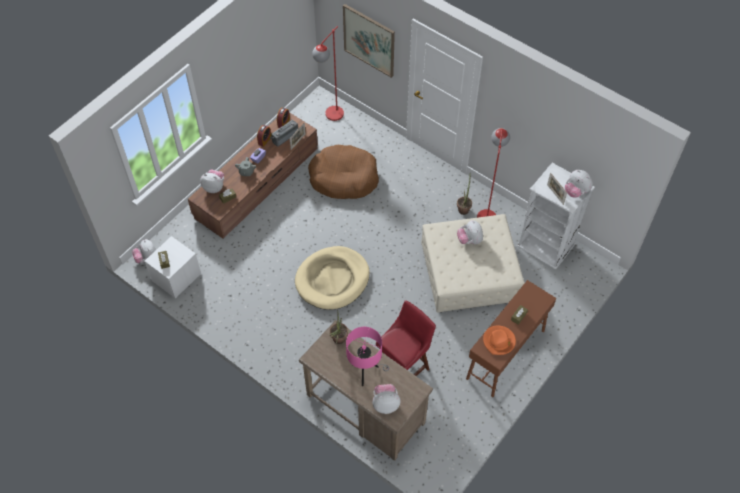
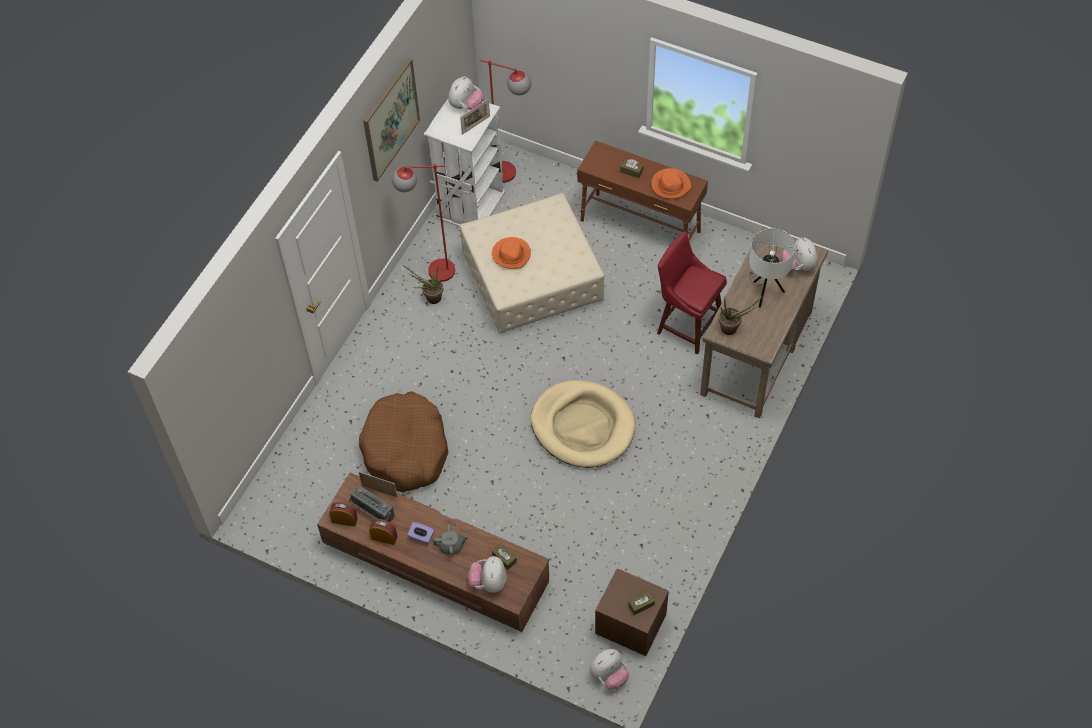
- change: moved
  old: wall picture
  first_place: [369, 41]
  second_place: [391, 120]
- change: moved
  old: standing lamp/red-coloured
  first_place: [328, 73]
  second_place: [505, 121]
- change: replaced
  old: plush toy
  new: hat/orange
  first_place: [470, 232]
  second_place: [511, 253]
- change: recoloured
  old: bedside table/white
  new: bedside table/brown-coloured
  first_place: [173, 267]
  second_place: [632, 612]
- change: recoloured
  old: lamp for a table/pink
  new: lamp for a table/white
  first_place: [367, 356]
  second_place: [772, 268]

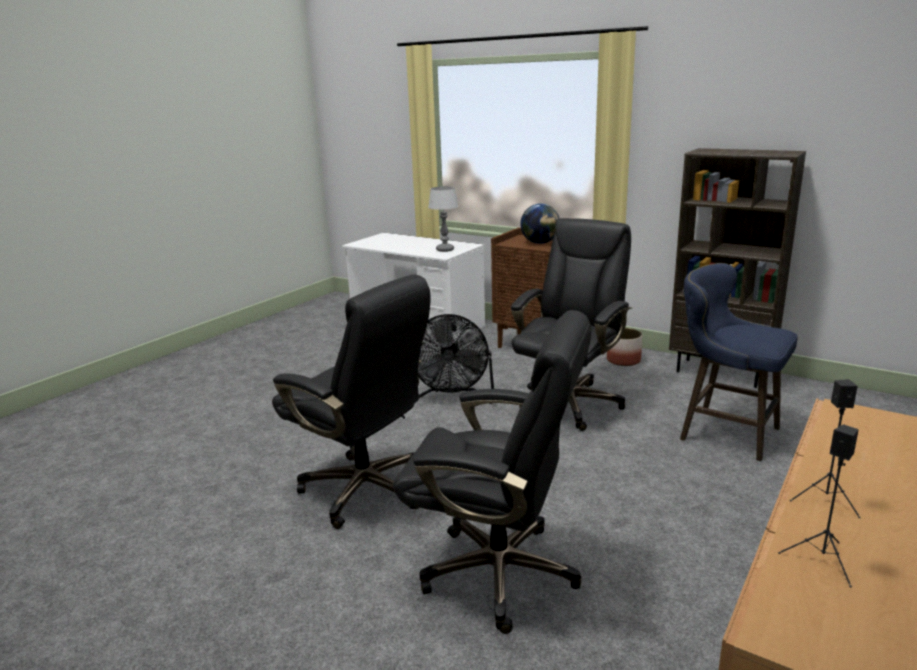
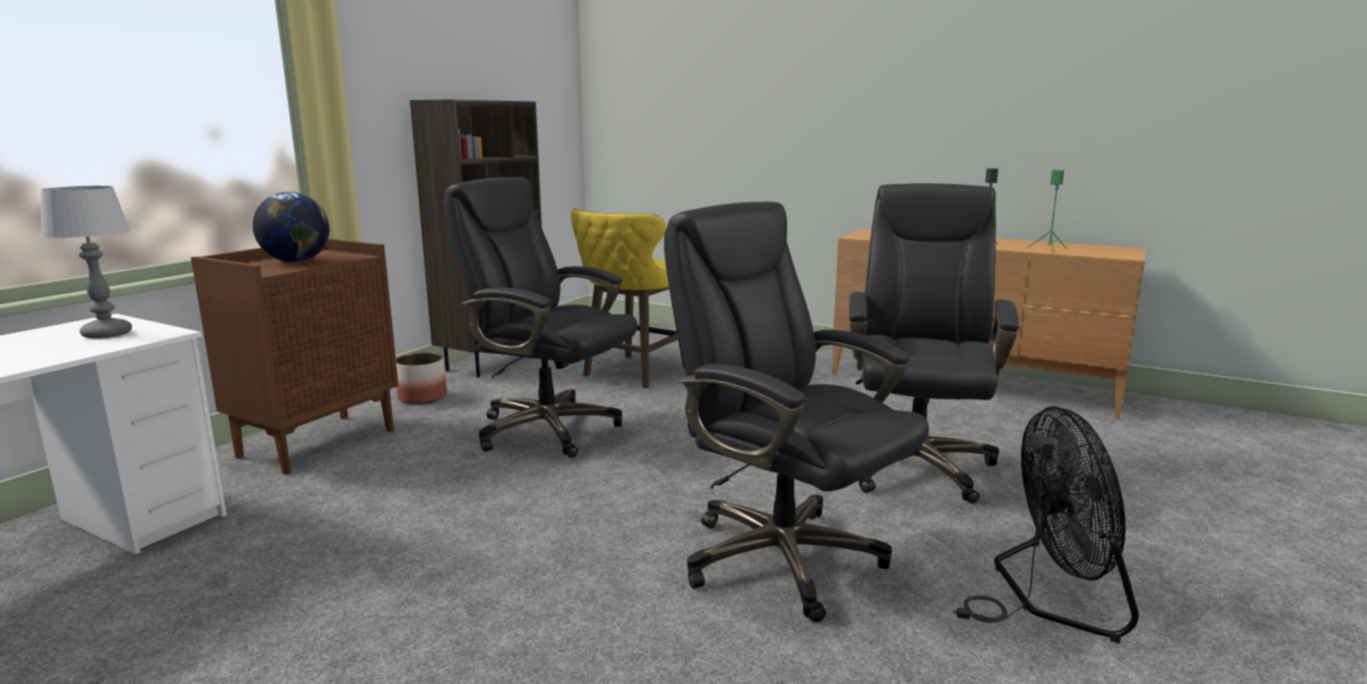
- change: recoloured
  old: stool seat/blue-coloured
  new: stool seat/yellow-coloured
  first_place: [739, 362]
  second_place: [628, 298]
- change: turned
  old: office chair/blackish
  first_place: [351, 401]
  second_place: [796, 411]
  degrees: -75
- change: moved
  old: fan/blackish
  first_place: [456, 359]
  second_place: [1045, 525]
- change: recoloured
  old: speaker/blackish
  new: speaker/green-coloured
  first_place: [818, 506]
  second_place: [1047, 210]

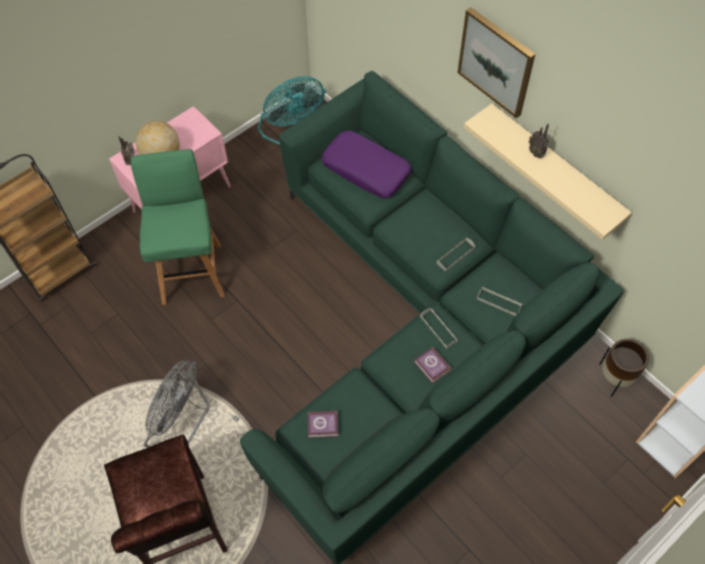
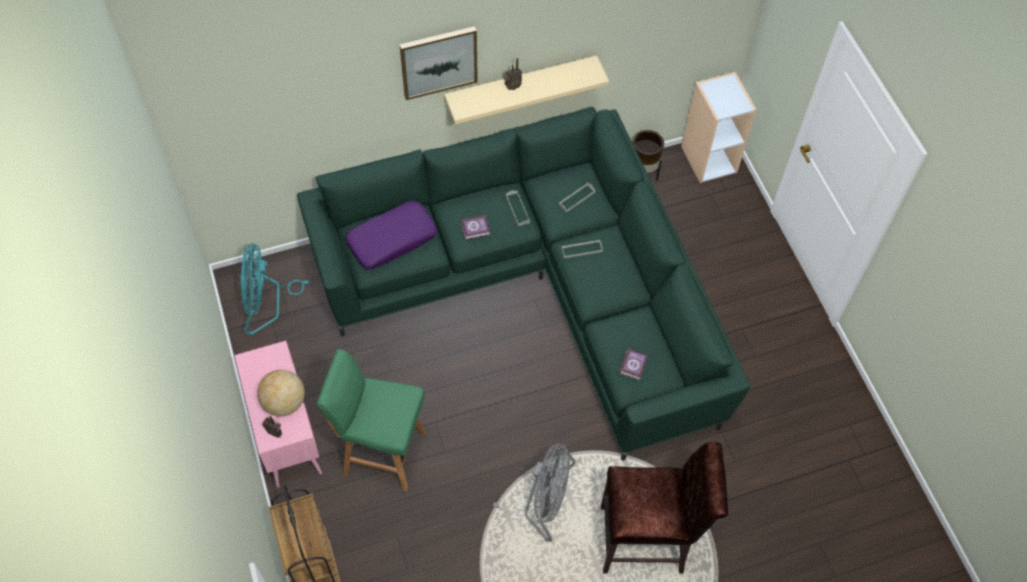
- change: moved
  old: volume
  first_place: [432, 365]
  second_place: [475, 227]
- change: turned
  old: fan/gray
  first_place: [192, 404]
  second_place: [534, 492]
  degrees: -120

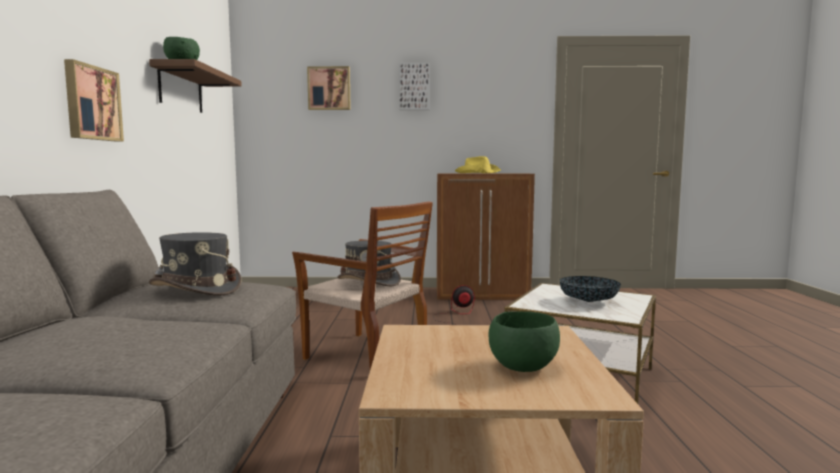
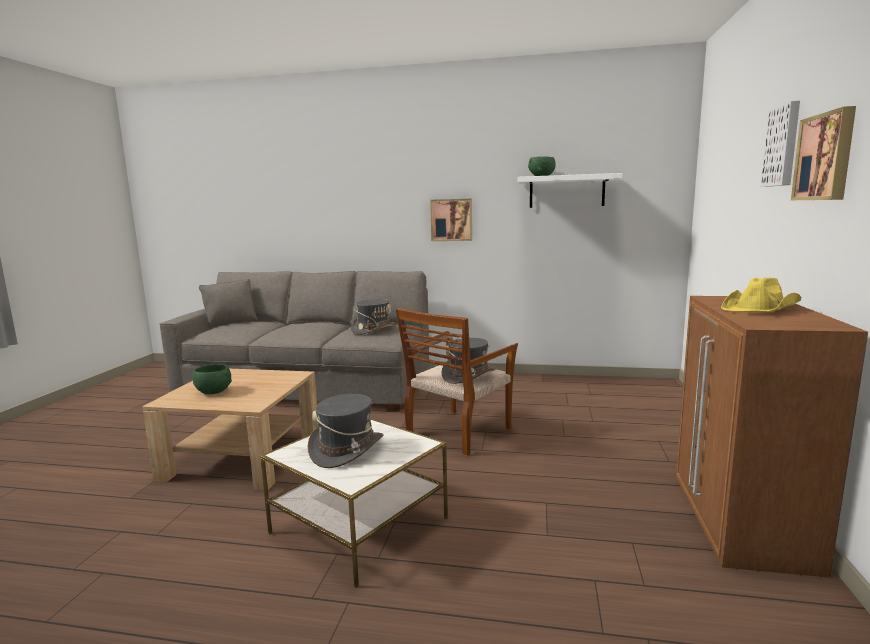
- change: recoloured
  old: bracket shelf/brown-coloured
  new: bracket shelf/white
  first_place: [195, 86]
  second_place: [570, 190]
- change: moved
  old: wall picture
  first_place: [329, 88]
  second_place: [823, 153]
- change: replaced
  old: bowl
  new: hat/gray
  first_place: [590, 289]
  second_place: [346, 431]
- change: removed
  old: fan
  first_place: [454, 304]

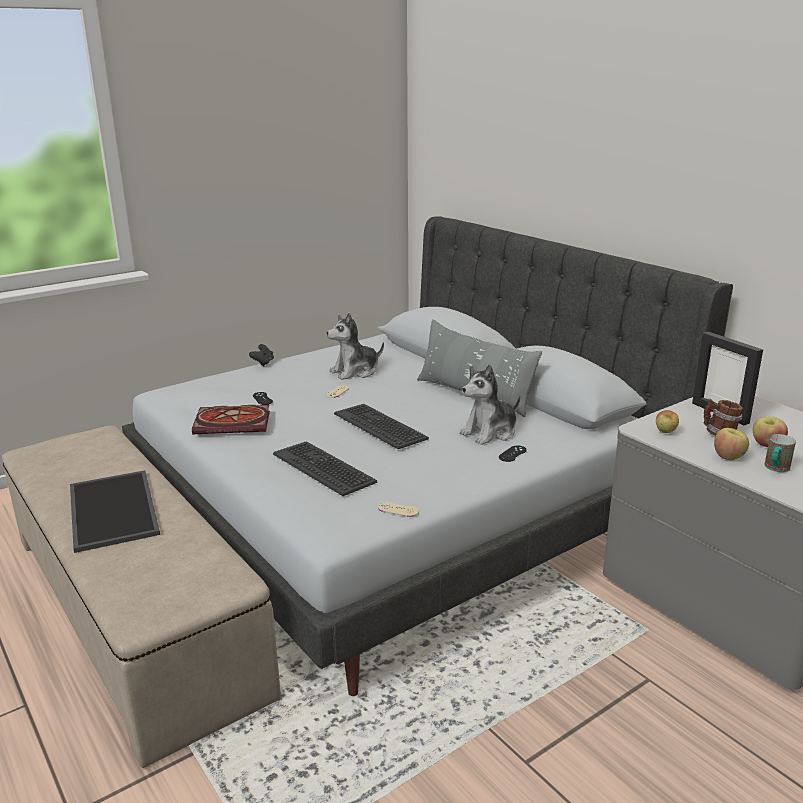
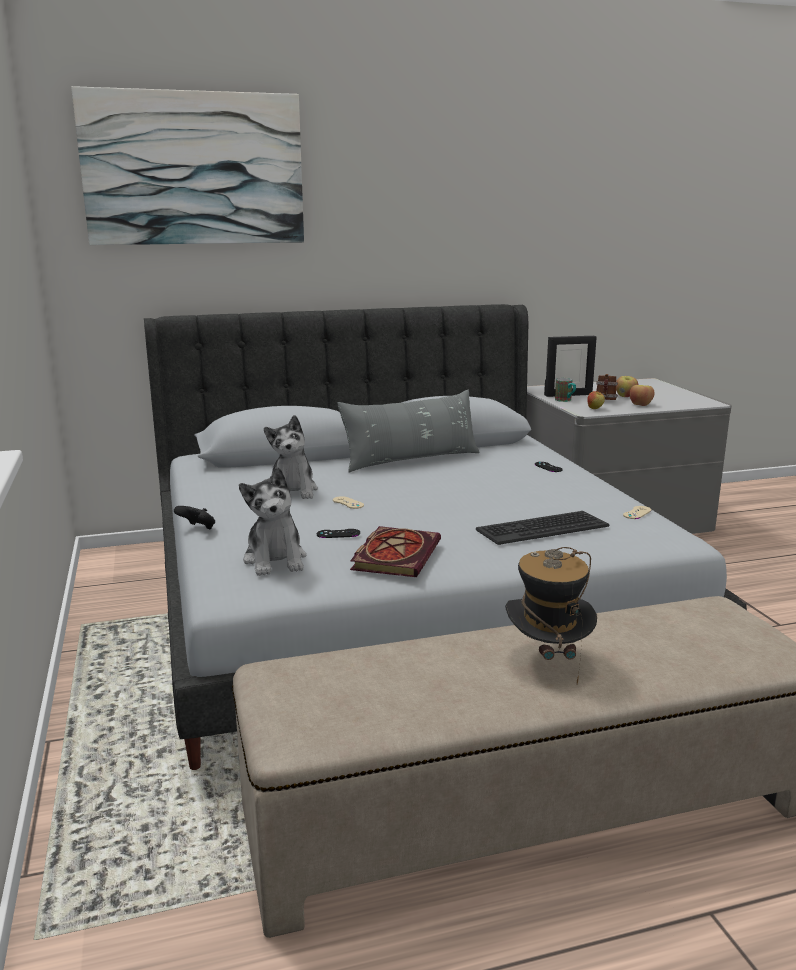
- change: moved
  old: plush toy
  first_place: [489, 404]
  second_place: [272, 521]
- change: removed
  old: keyboard
  first_place: [381, 426]
- change: moved
  old: mug
  first_place: [780, 453]
  second_place: [565, 390]
- change: replaced
  old: serving tray
  new: hat
  first_place: [115, 511]
  second_place: [551, 615]
- change: added
  new: wall picture
  second_place: [187, 165]

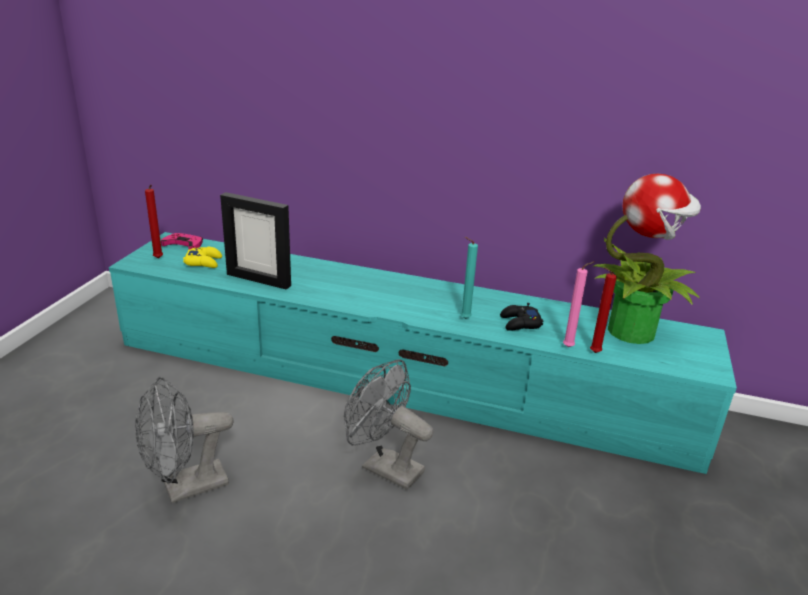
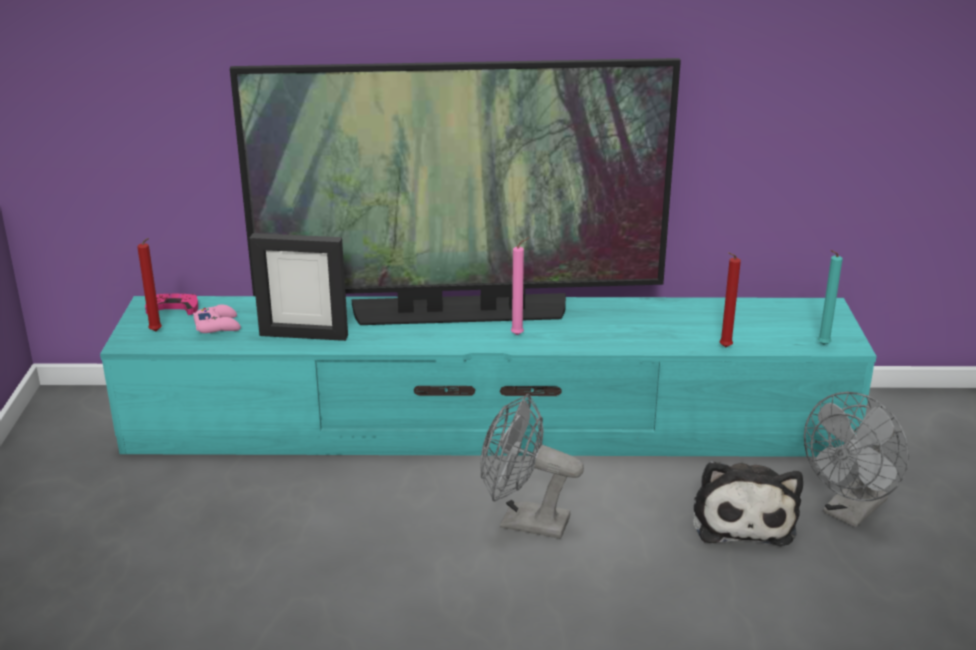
- change: removed
  old: houseplant
  first_place: [646, 259]
- change: moved
  old: candle/turquoise-coloured
  first_place: [469, 278]
  second_place: [830, 297]
- change: recoloured
  old: gamepad/yellow-coloured
  new: gamepad/pink
  first_place: [202, 257]
  second_place: [217, 319]
- change: moved
  old: candle/pink
  first_place: [579, 304]
  second_place: [520, 286]
- change: removed
  old: gamepad/blackish
  first_place: [521, 317]
- change: moved
  old: fan/gray
  first_place: [184, 440]
  second_place: [856, 459]
- change: added
  new: TV set
  second_place: [455, 191]
- change: added
  new: plush toy
  second_place: [748, 503]

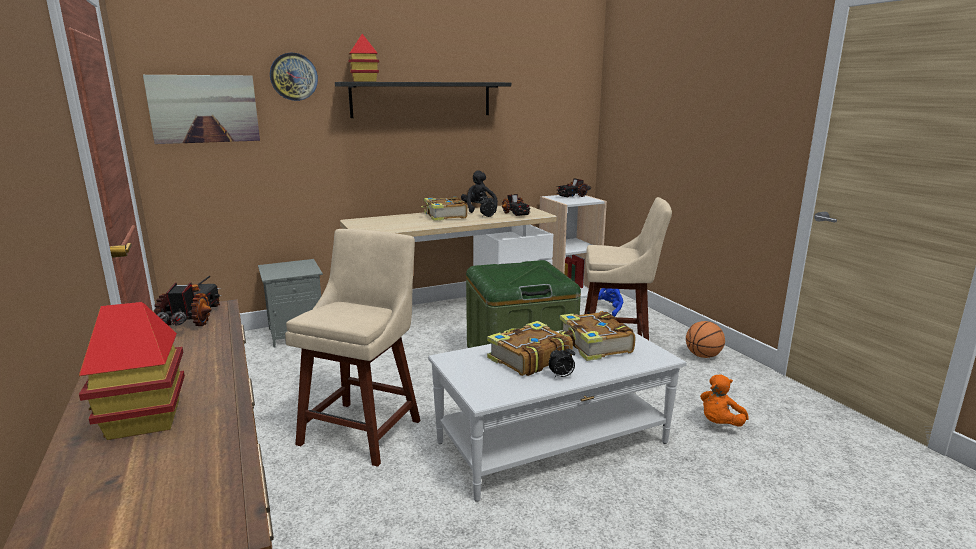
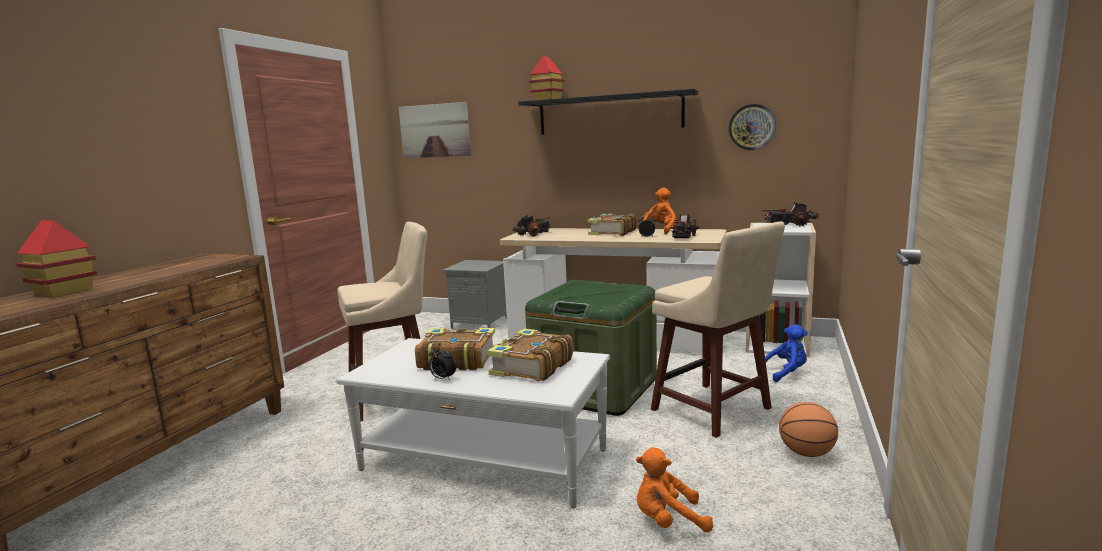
- change: moved
  old: clock on the wall
  first_place: [294, 77]
  second_place: [752, 127]
- change: recoloured
  old: plush toy/blackish
  new: plush toy/orange
  first_place: [479, 191]
  second_place: [659, 211]
- change: moved
  old: model truck
  first_place: [188, 301]
  second_place: [532, 225]

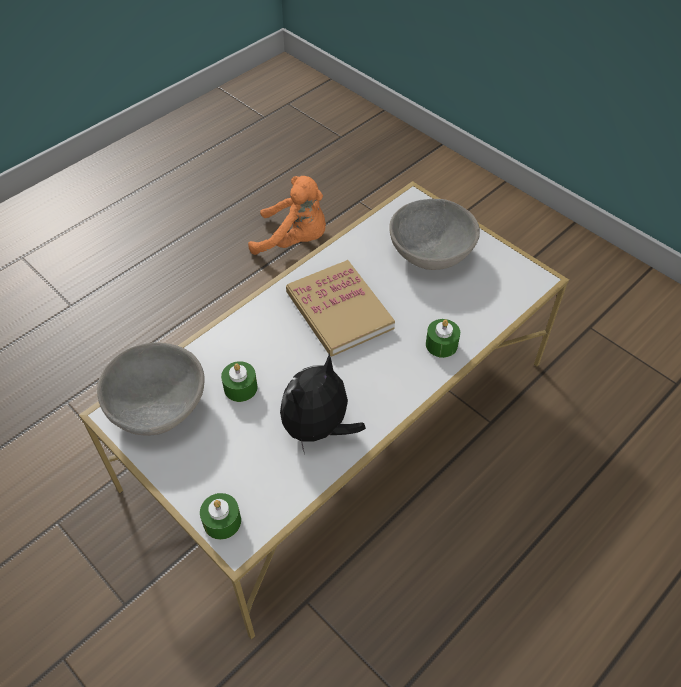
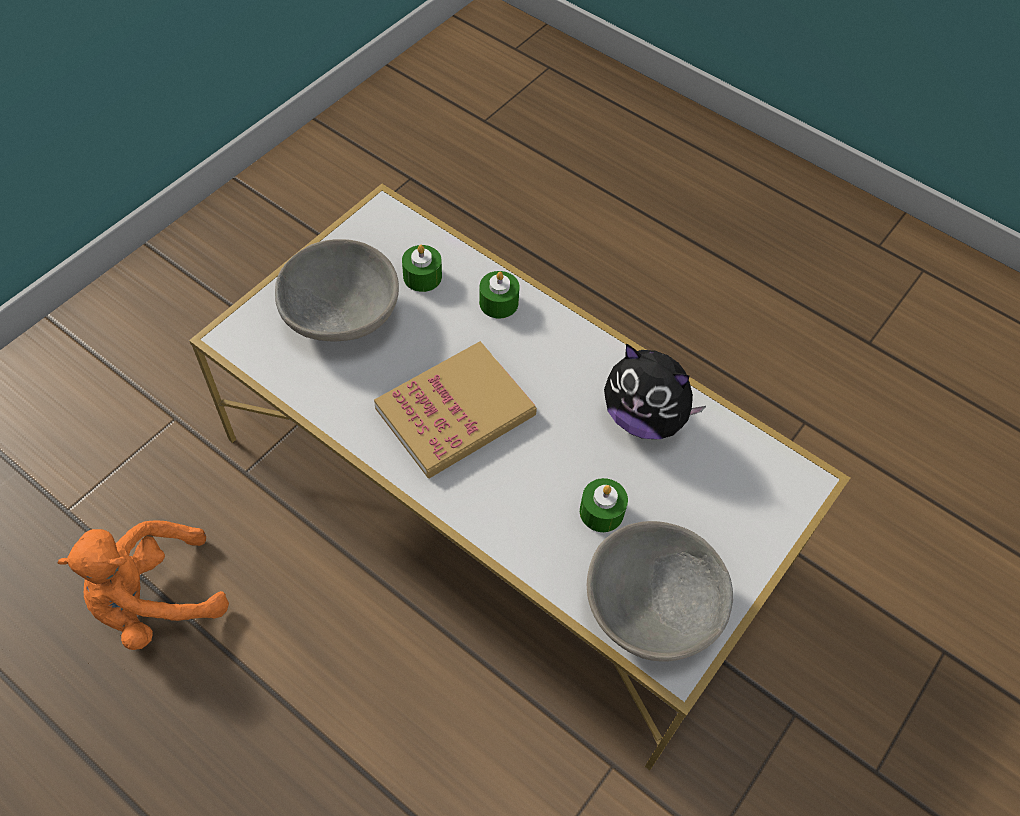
- change: turned
  old: plush toy/orange
  first_place: [287, 215]
  second_place: [143, 585]
  degrees: -120
- change: moved
  old: candle/green-coloured
  first_place: [220, 516]
  second_place: [422, 268]

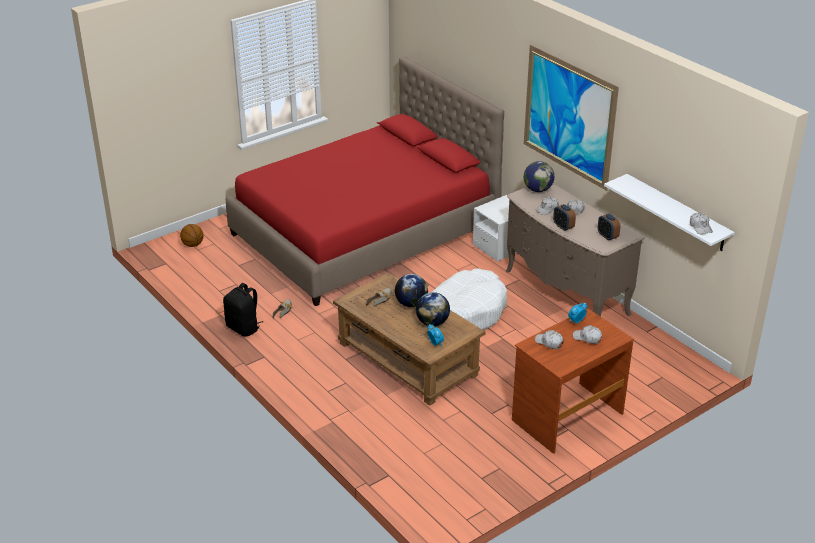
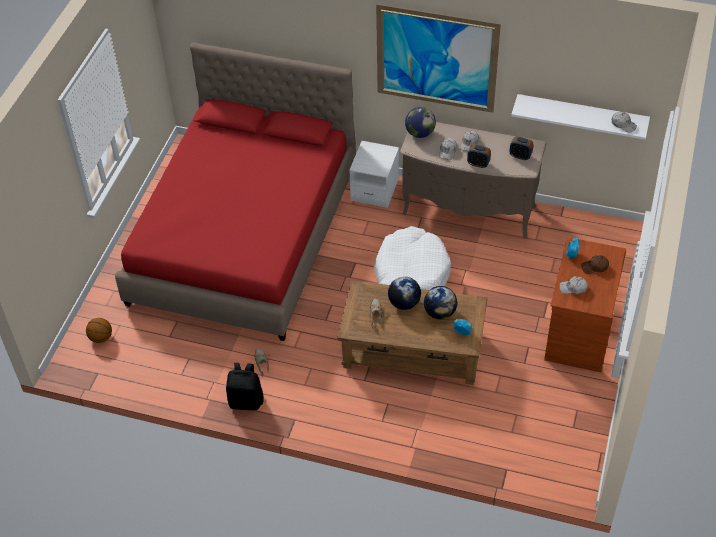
- change: recoloured
  old: peaked cap/white
  new: peaked cap/brown-coloured
  first_place: [587, 334]
  second_place: [595, 264]

